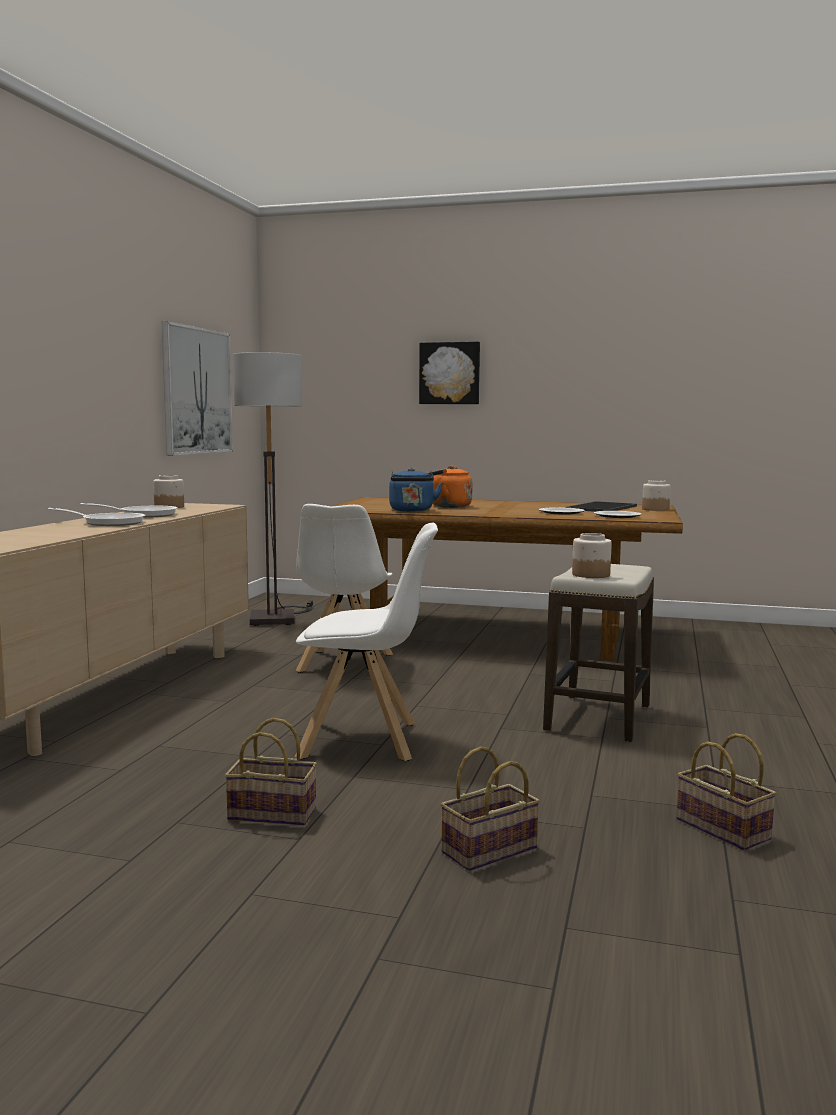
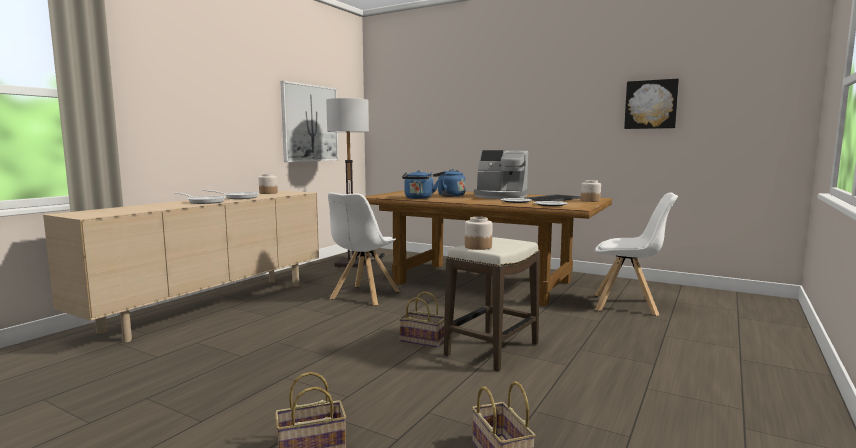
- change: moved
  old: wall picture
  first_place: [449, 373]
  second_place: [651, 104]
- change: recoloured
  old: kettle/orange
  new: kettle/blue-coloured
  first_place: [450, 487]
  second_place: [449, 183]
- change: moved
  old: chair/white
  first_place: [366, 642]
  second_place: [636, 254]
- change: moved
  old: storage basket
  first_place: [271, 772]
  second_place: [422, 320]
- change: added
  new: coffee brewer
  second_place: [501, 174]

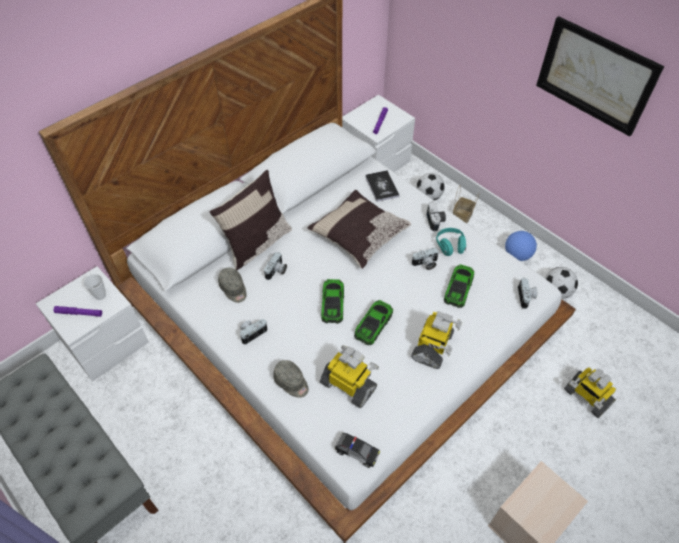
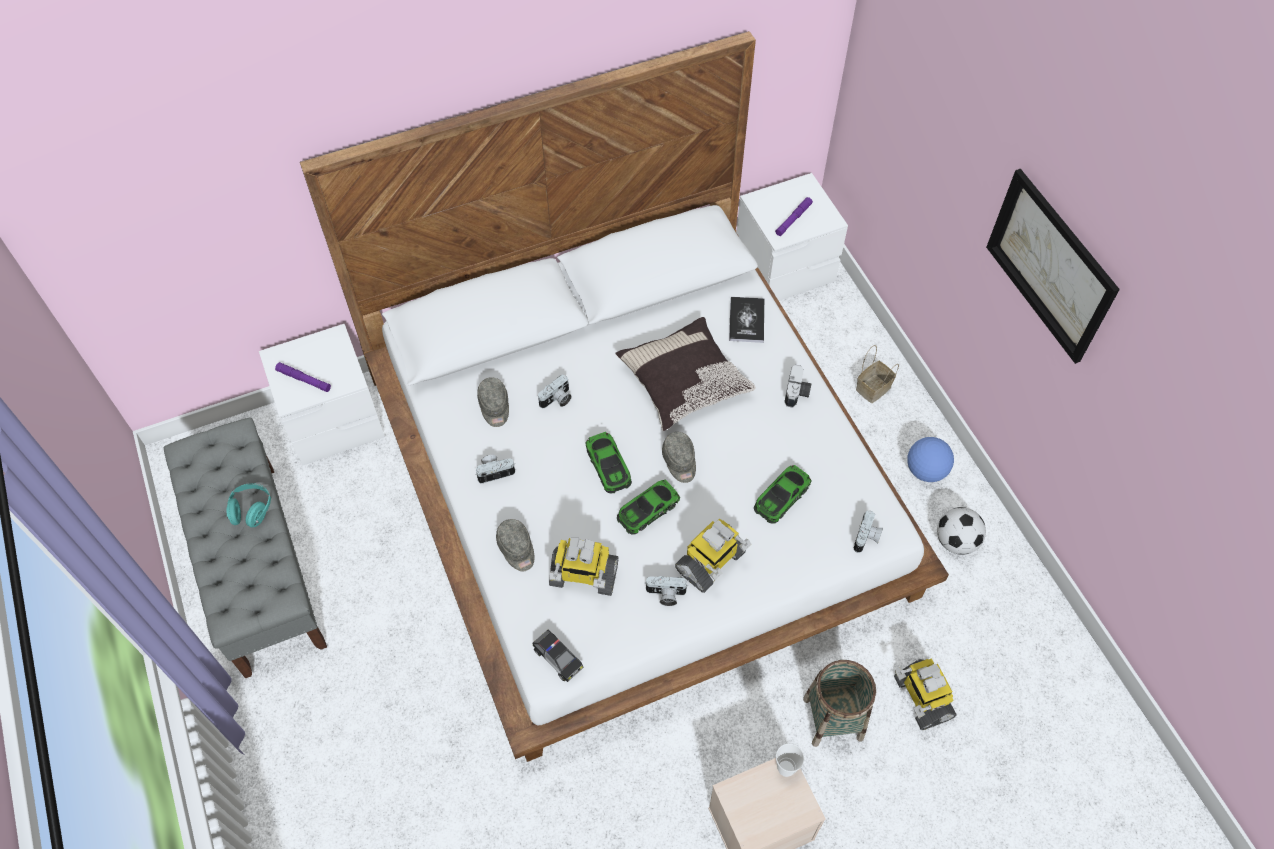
- change: removed
  old: cushion
  first_place: [251, 220]
- change: removed
  old: football
  first_place: [430, 186]
- change: moved
  old: headset/turquoise-coloured
  first_place: [451, 242]
  second_place: [248, 505]
- change: moved
  old: still camera
  first_place: [425, 259]
  second_place: [666, 591]
- change: moved
  old: drinking cup
  first_place: [95, 287]
  second_place: [790, 760]
- change: turned
  old: model car
  first_place: [332, 301]
  second_place: [609, 462]
  degrees: -45
- change: turned
  old: toy robot
  first_place: [349, 376]
  second_place: [584, 567]
  degrees: 135
- change: added
  new: peaked cap/gray
  second_place: [679, 457]
- change: added
  new: storage basket
  second_place: [839, 703]

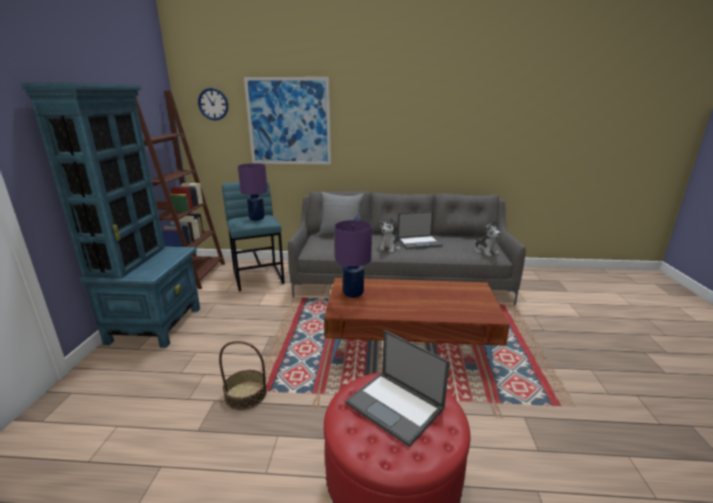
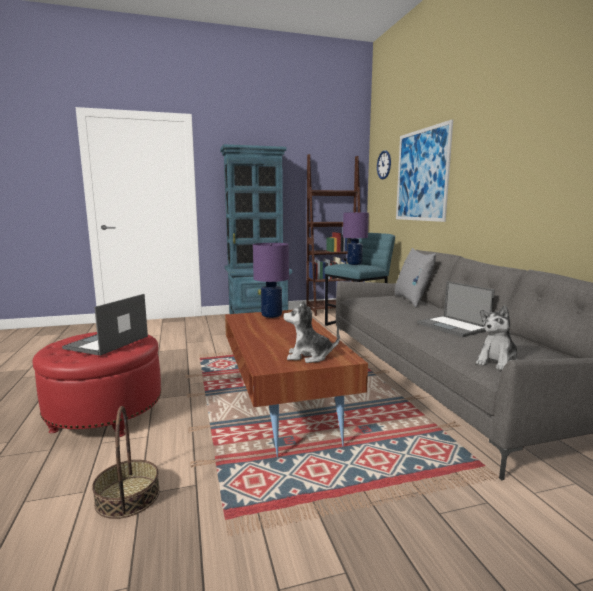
- change: moved
  old: plush toy
  first_place: [389, 235]
  second_place: [311, 331]
- change: moved
  old: storage basket
  first_place: [243, 375]
  second_place: [126, 462]

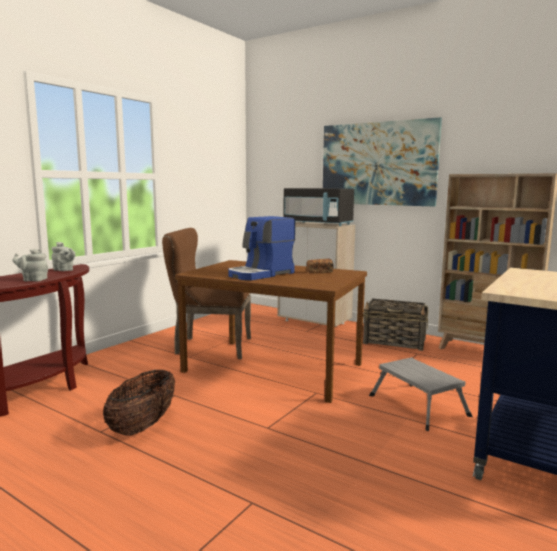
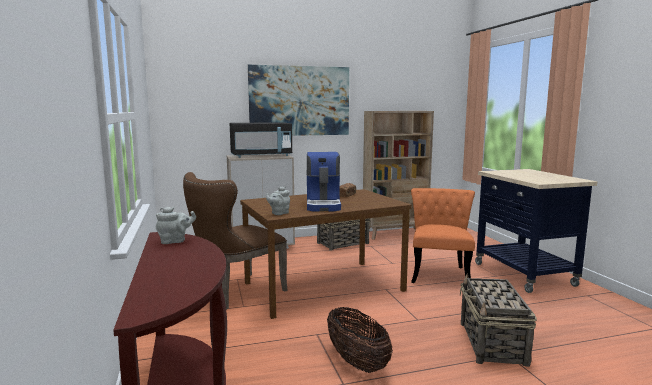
- change: moved
  old: pot for tea/gray
  first_place: [30, 265]
  second_place: [278, 200]
- change: replaced
  old: step ladder/gray
  new: chair/orange
  first_place: [421, 394]
  second_place: [443, 235]
- change: added
  new: storage basket
  second_place: [498, 320]

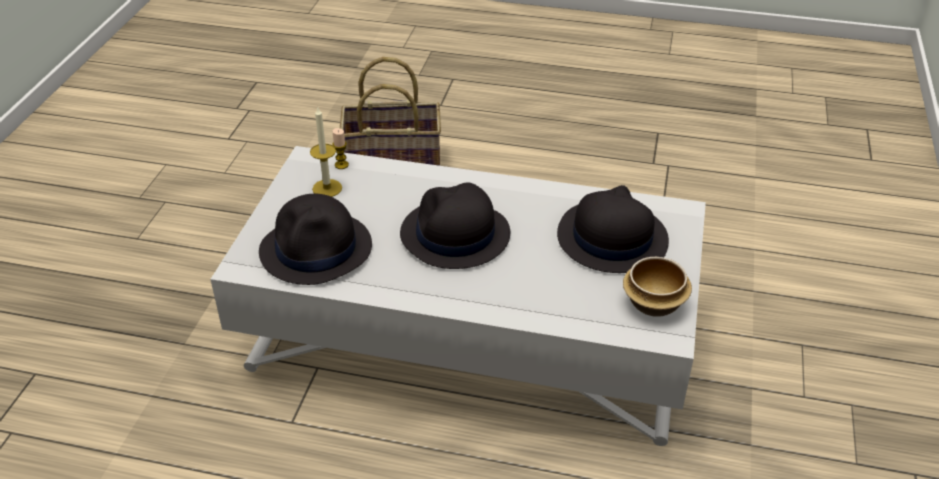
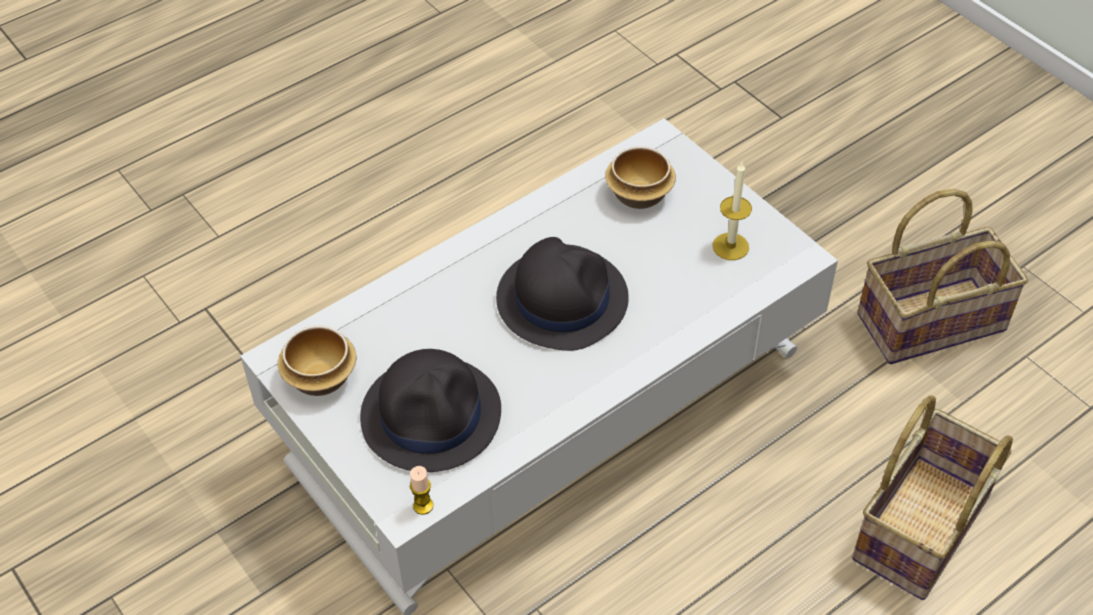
- change: moved
  old: candle
  first_place: [340, 148]
  second_place: [421, 490]
- change: replaced
  old: hat/blackish
  new: bowl
  first_place: [315, 239]
  second_place: [640, 177]
- change: added
  new: storage basket
  second_place: [942, 276]

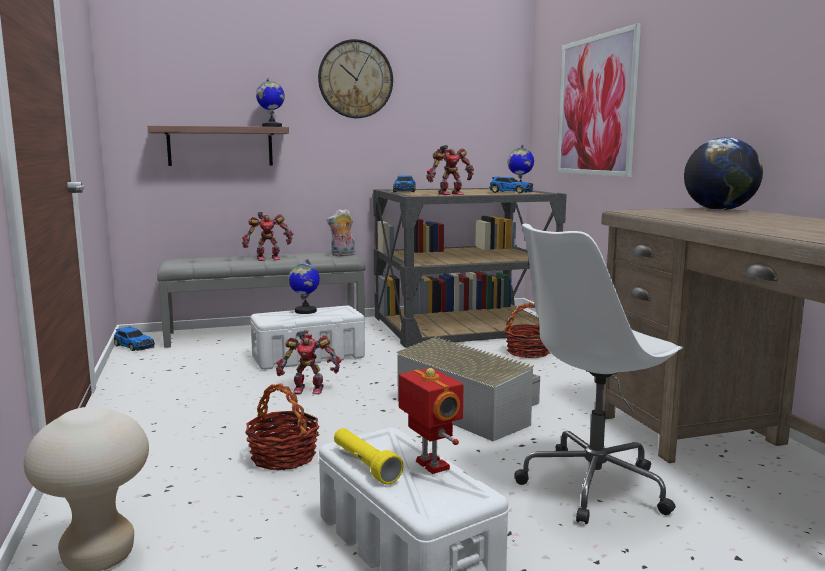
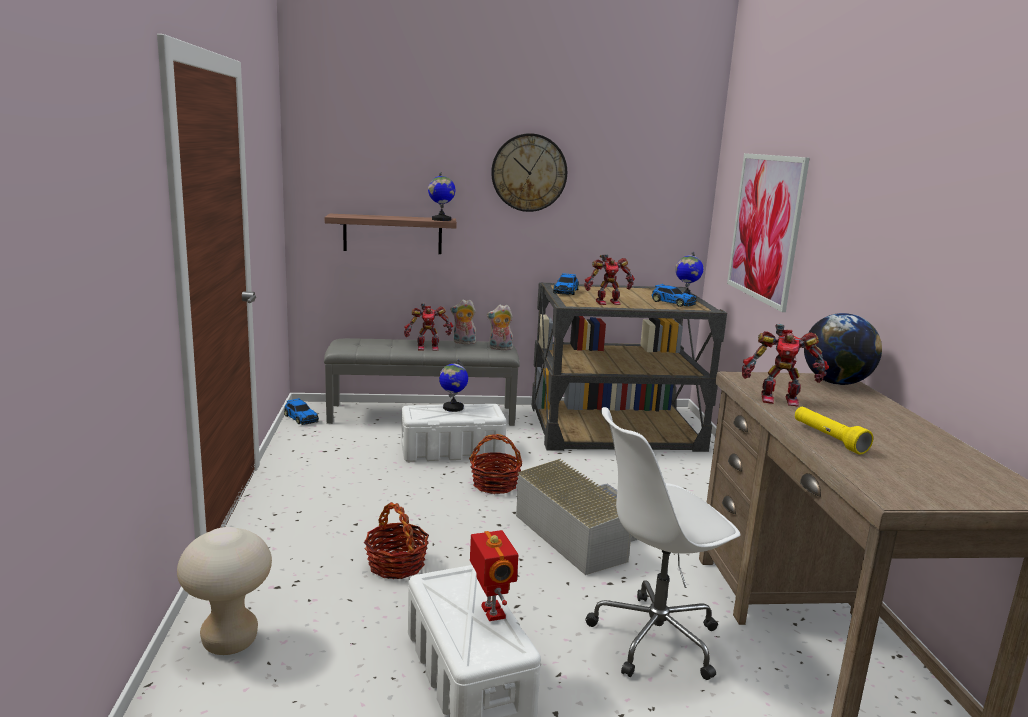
- change: moved
  old: storage basket
  first_place: [527, 330]
  second_place: [496, 464]
- change: moved
  old: toy robot
  first_place: [308, 362]
  second_place: [785, 365]
- change: moved
  old: torch/yellow-coloured
  first_place: [369, 456]
  second_place: [834, 431]
- change: added
  new: plush toy
  second_place: [463, 322]

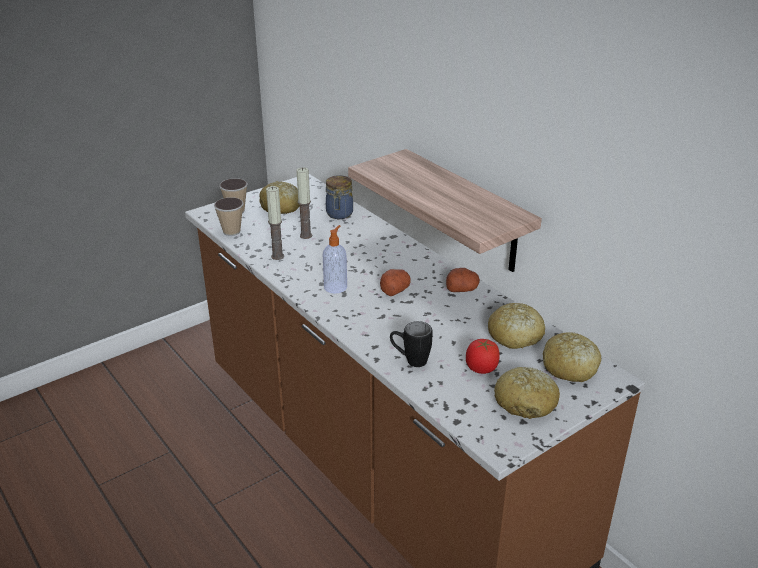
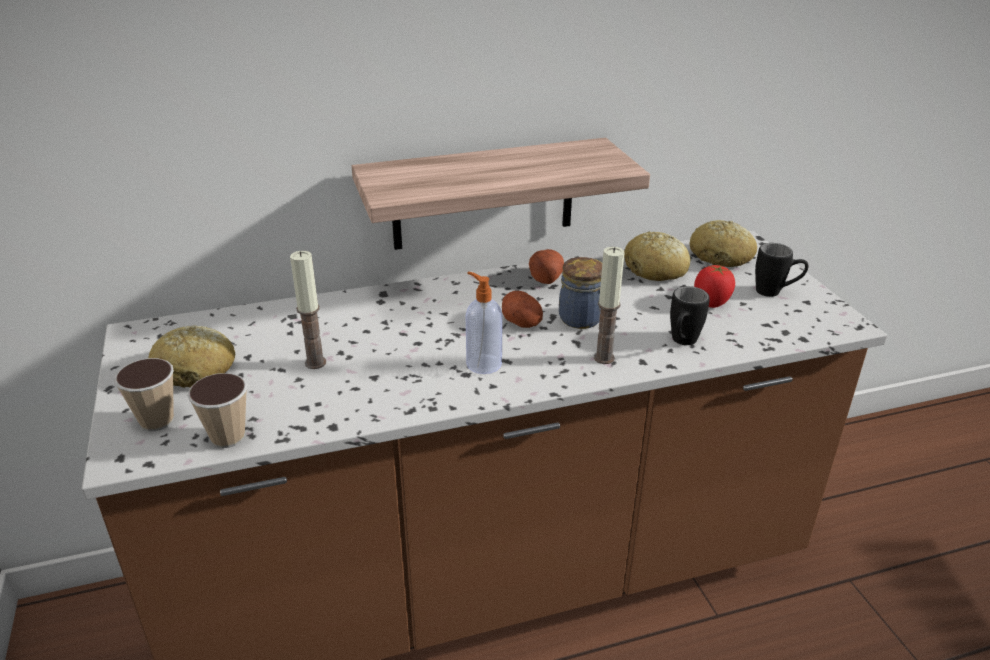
- change: moved
  old: jar
  first_place: [339, 197]
  second_place: [580, 293]
- change: moved
  old: candle
  first_place: [275, 223]
  second_place: [609, 305]
- change: replaced
  old: bakery bread
  new: mug/blackish
  first_place: [527, 393]
  second_place: [782, 270]

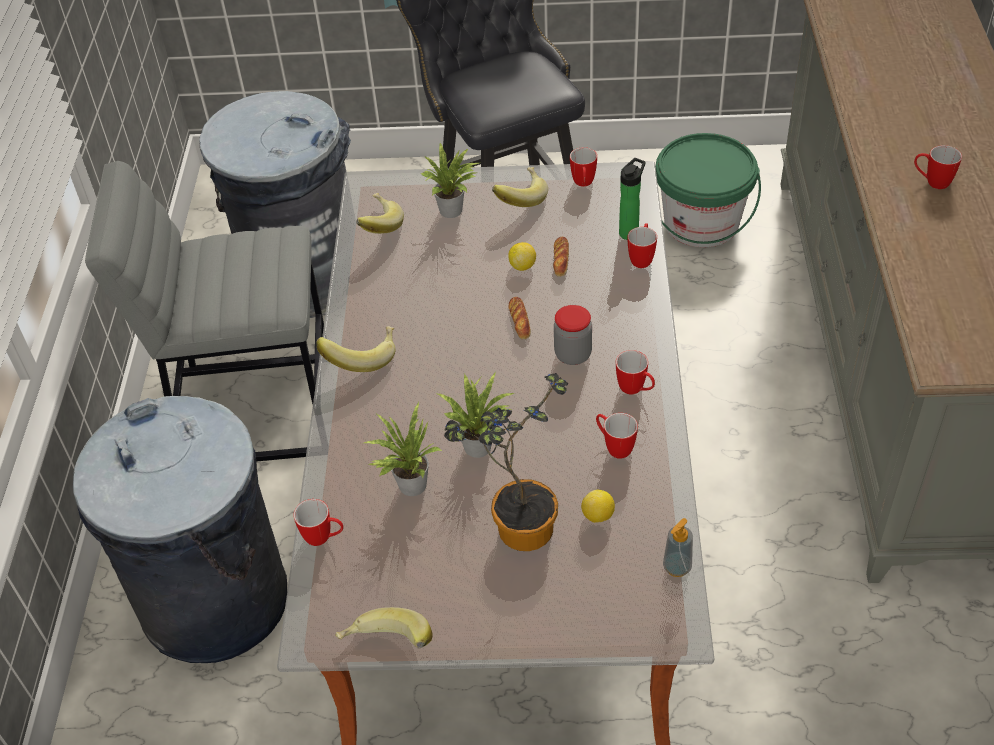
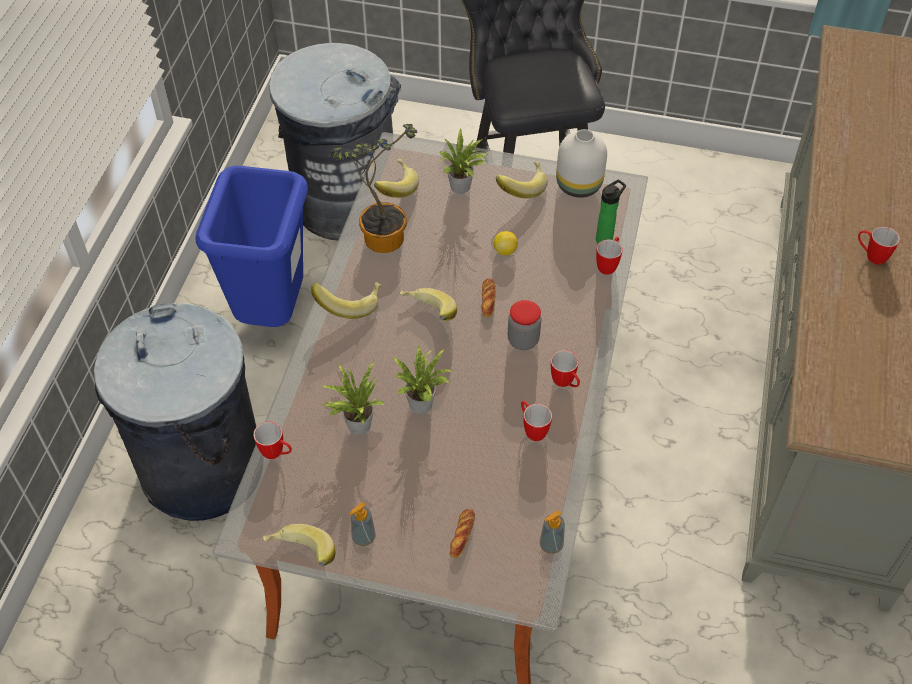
- change: removed
  old: pail/green-coloured
  first_place: [708, 190]
- change: replaced
  old: mug
  new: flower vase/white
  first_place: [583, 167]
  second_place: [581, 163]
- change: replaced
  old: chair/gray
  new: waste bin/blue-coloured
  first_place: [204, 311]
  second_place: [251, 246]
- change: moved
  old: bakery bread
  first_place: [561, 257]
  second_place: [462, 534]
- change: moved
  old: houseplant
  first_place: [506, 462]
  second_place: [374, 188]
- change: removed
  old: citrus fruit
  first_place: [598, 506]
- change: added
  new: banana fruit
  second_place: [428, 304]
- change: added
  new: liquid soap bottle
  second_place: [362, 524]

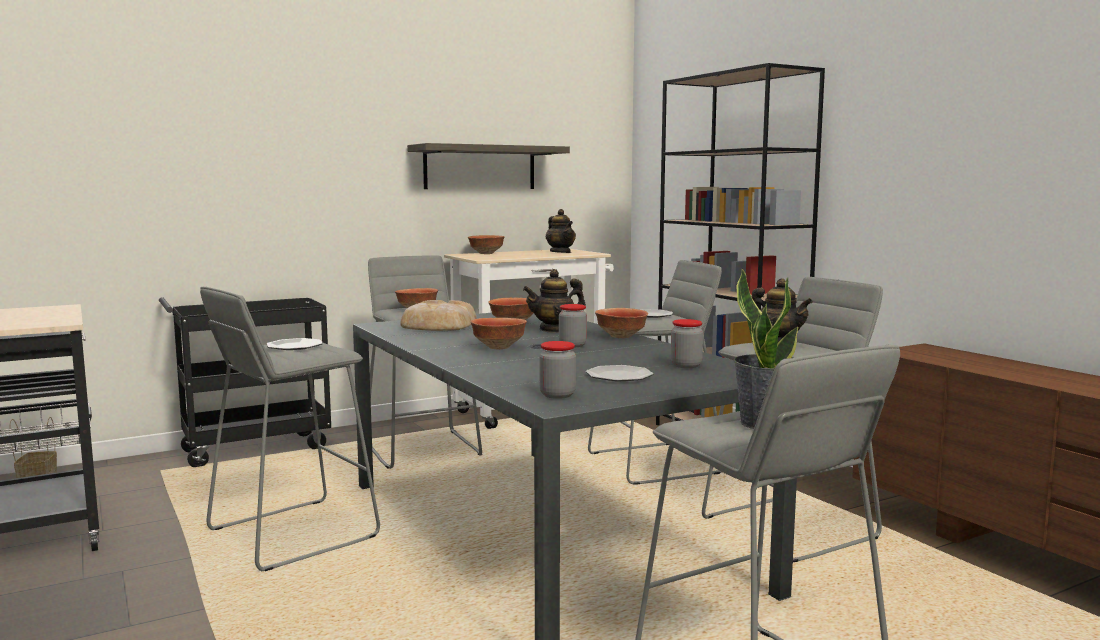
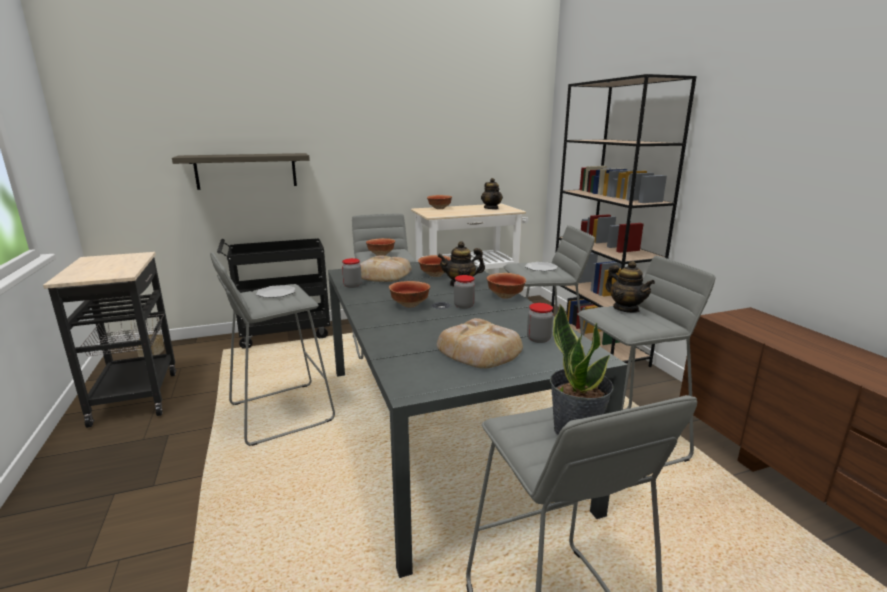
- change: moved
  old: bracket shelf
  first_place: [488, 166]
  second_place: [241, 171]
- change: moved
  old: jar
  first_place: [557, 370]
  second_place: [352, 273]
- change: replaced
  old: plate
  new: bakery bread
  first_place: [620, 373]
  second_place: [480, 343]

